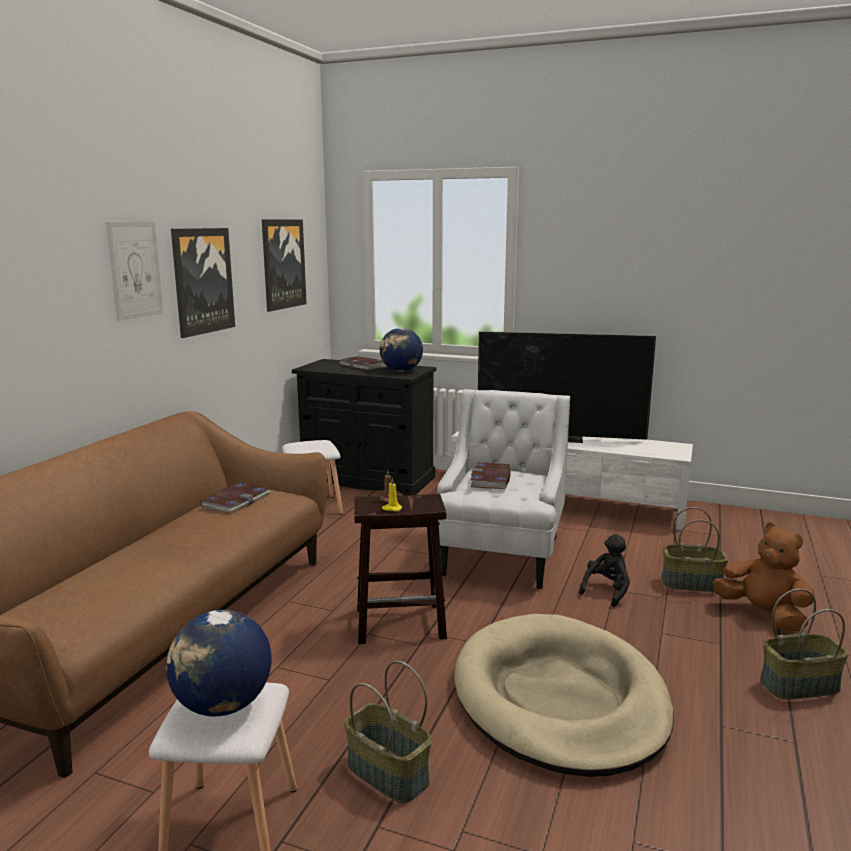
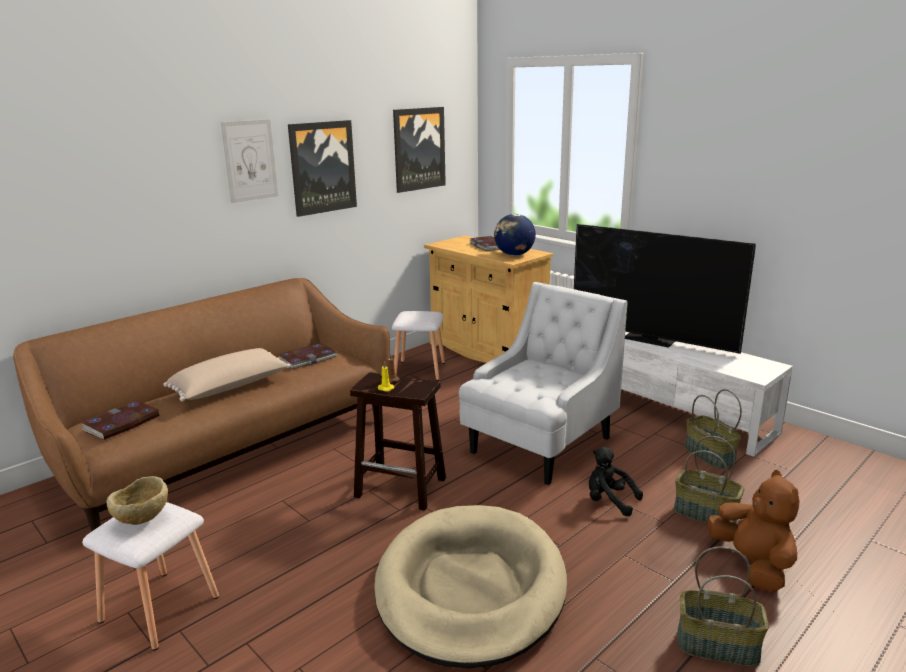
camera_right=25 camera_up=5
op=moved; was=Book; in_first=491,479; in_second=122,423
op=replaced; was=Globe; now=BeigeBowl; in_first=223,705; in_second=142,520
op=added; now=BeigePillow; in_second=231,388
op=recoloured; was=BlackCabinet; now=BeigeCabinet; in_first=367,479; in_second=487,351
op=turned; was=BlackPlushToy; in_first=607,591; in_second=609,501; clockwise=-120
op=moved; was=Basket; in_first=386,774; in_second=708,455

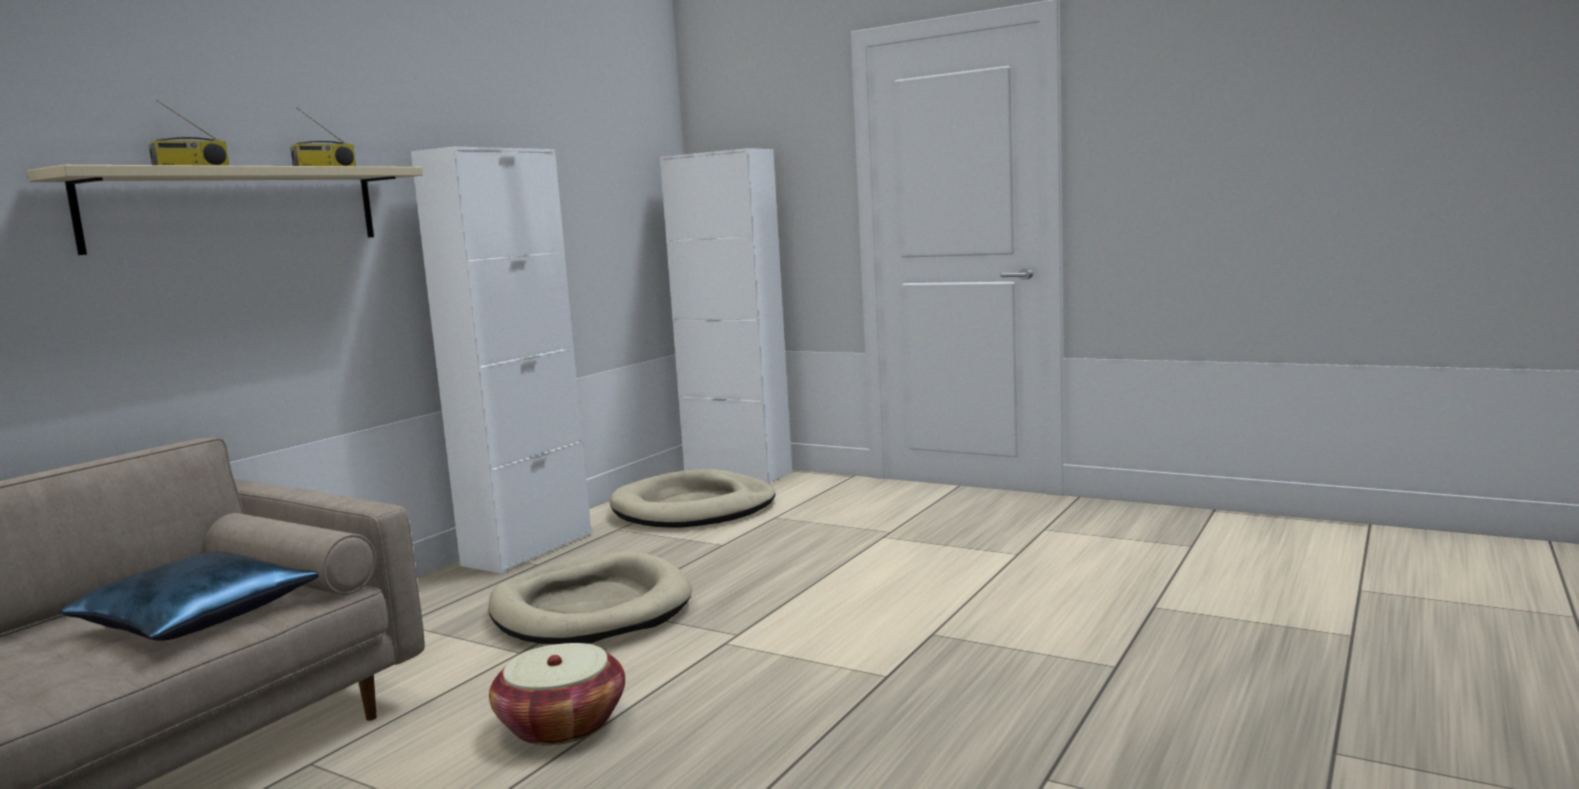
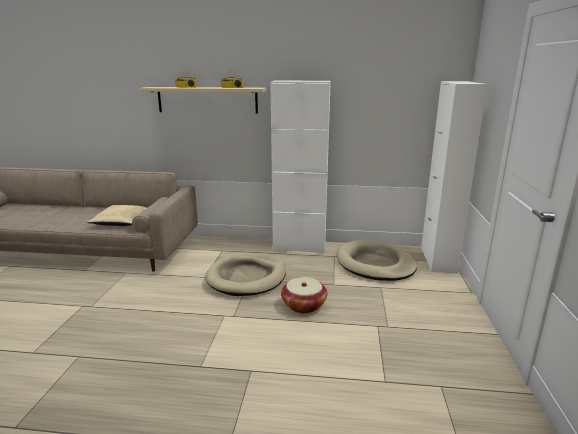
camera_right=65 camera_up=10
op=recoloured; was=BluePillow; now=BeigePillow; in_first=198,618; in_second=122,222
op=moved; was=Basket; in_first=562,724; in_second=304,305

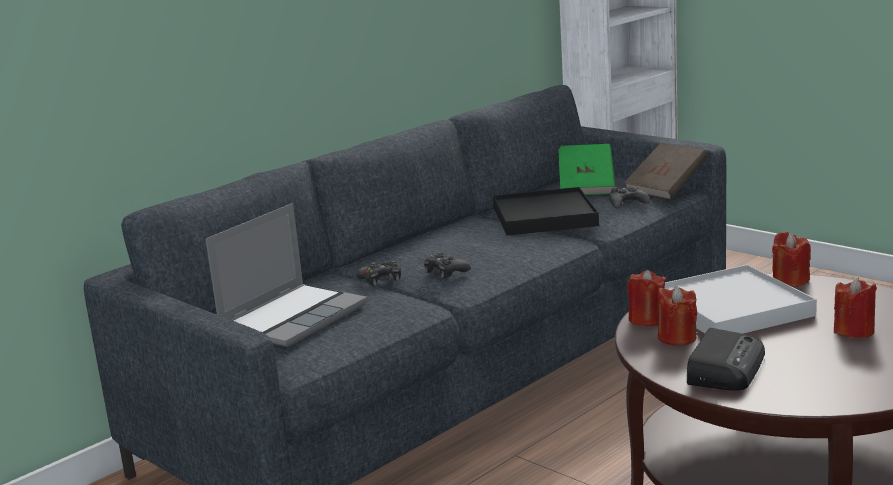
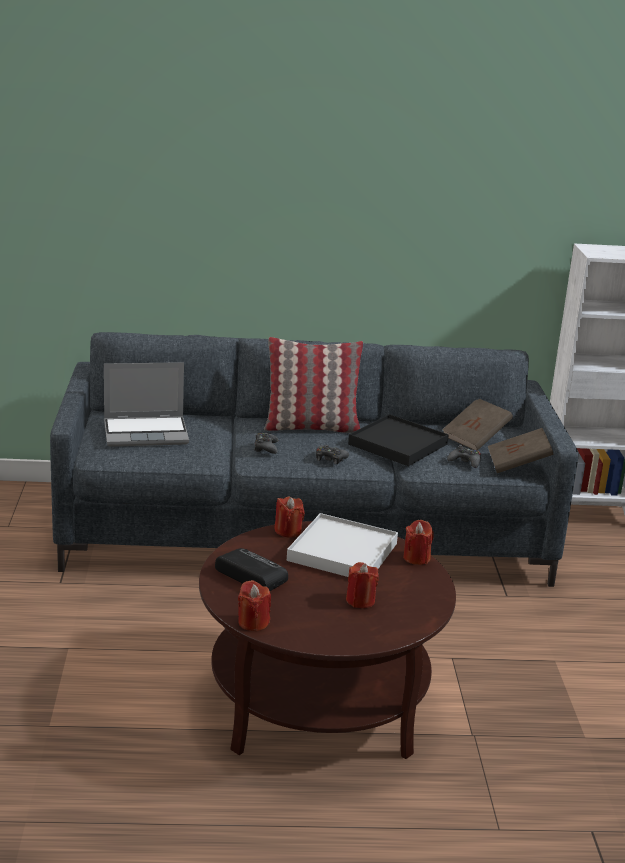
camera_right=40 camera_up=5
op=turned; was=Radio; in_first=725,368; in_second=250,575; clockwise=-120
op=moved; was=RedCandle; in_first=677,338; in_second=253,622
op=added; now=Pillow; in_second=311,427
op=moved; was=BlackGameController; in_first=381,279; in_second=330,459
op=recoloured; was=GreenBook; now=BrownBook; in_first=586,187; in_second=475,438

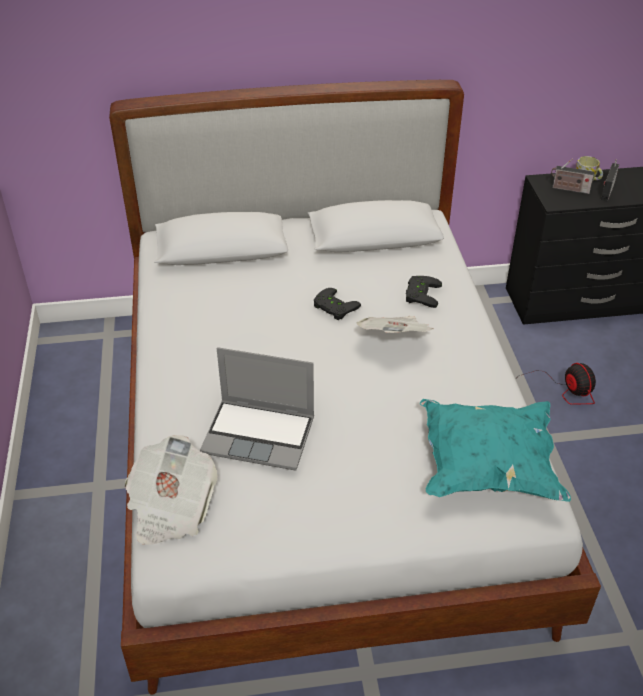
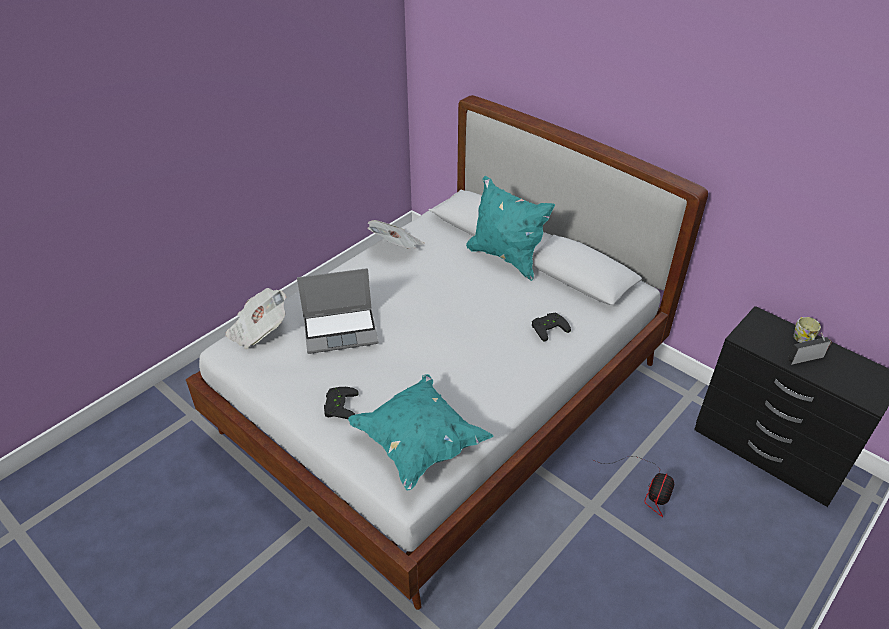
camera_right=50 camera_up=0
op=turned; was=Laptop; in_first=260,435; in_second=341,330; clockwise=-75
op=moved; was=BlackGameController; in_first=333,307; in_second=338,405
op=moved; was=Newspaper; in_first=395,339; in_second=397,247
op=added; now=TurquoisePillow; in_second=505,258
op=removed; was=Radio; in_first=569,189

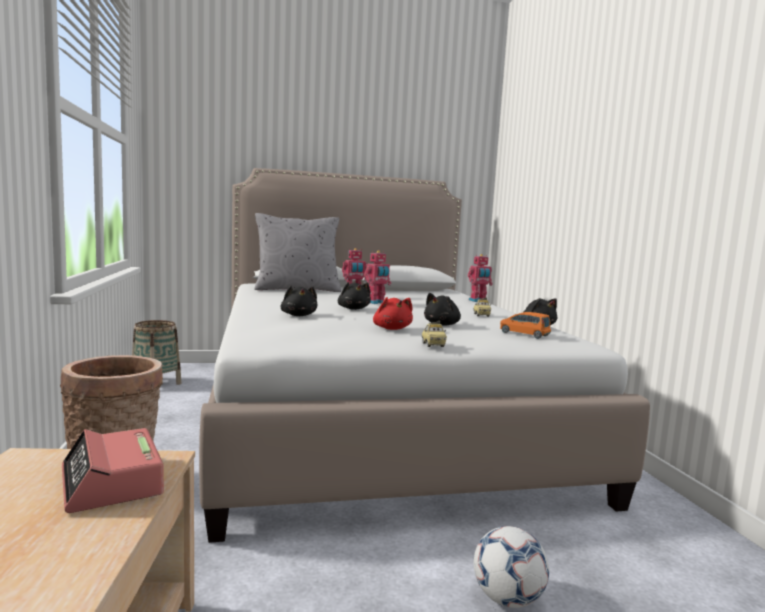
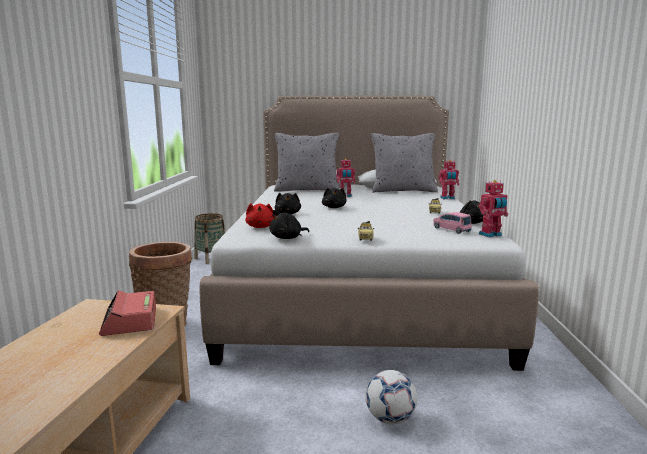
camera_right=15 camera_up=5
op=moved; was=RedPlushToy; in_first=392,329; in_second=261,227
op=moved; was=BlackPlushToy; in_first=443,325; in_second=287,238
op=added; now=GreyPillow; in_second=403,191
op=recoloured; was=OrangeToyCar; now=PinkToyCar; in_first=524,334; in_second=451,229
op=moved; was=ToyRobot; in_first=376,302; in_second=491,235

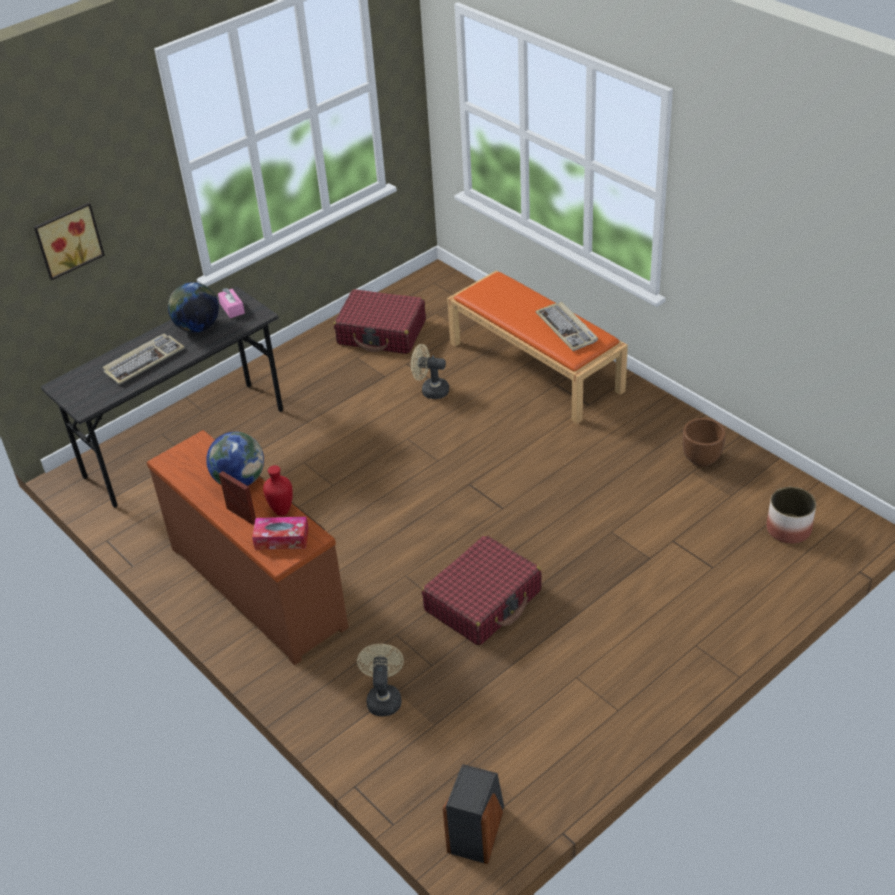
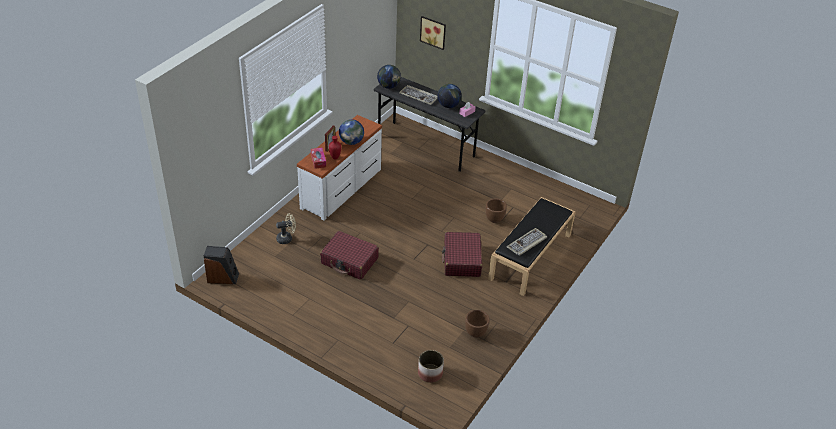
camera_right=70 camera_up=0
op=recoloured; was=BrownDresser; now=WhiteDresser; in_first=259,585; in_second=342,189
op=added; now=Globe; in_second=389,86
op=moved; was=RedSuitcase; in_first=382,333; in_second=462,260
op=replaced; was=BeigeFan; now=BrownPlanter; in_first=430,390; in_second=494,219
op=recoloured; was=OrangeBench; now=BlackBench; in_first=536,367; in_second=530,257

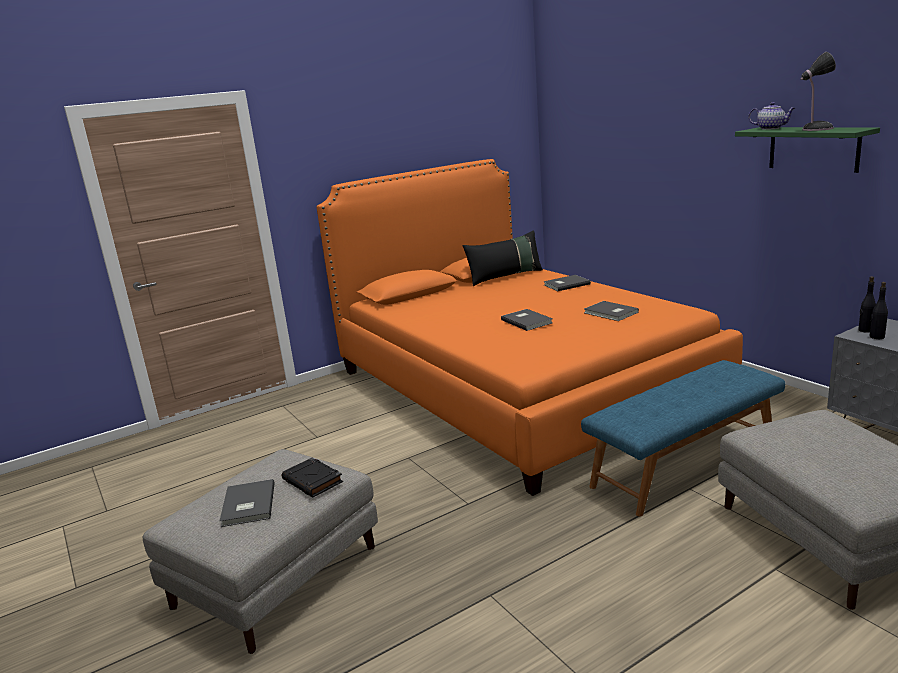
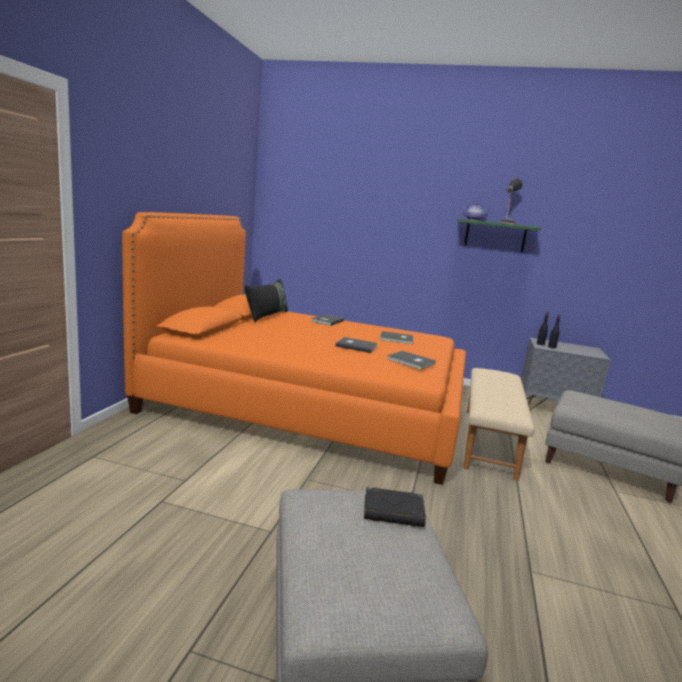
camera_right=-45 camera_up=-5
op=moved; was=GreyBook; in_first=247,505; in_second=411,362
op=recoloured; was=BlueBench; now=BeigeBench; in_first=683,464; in_second=488,441

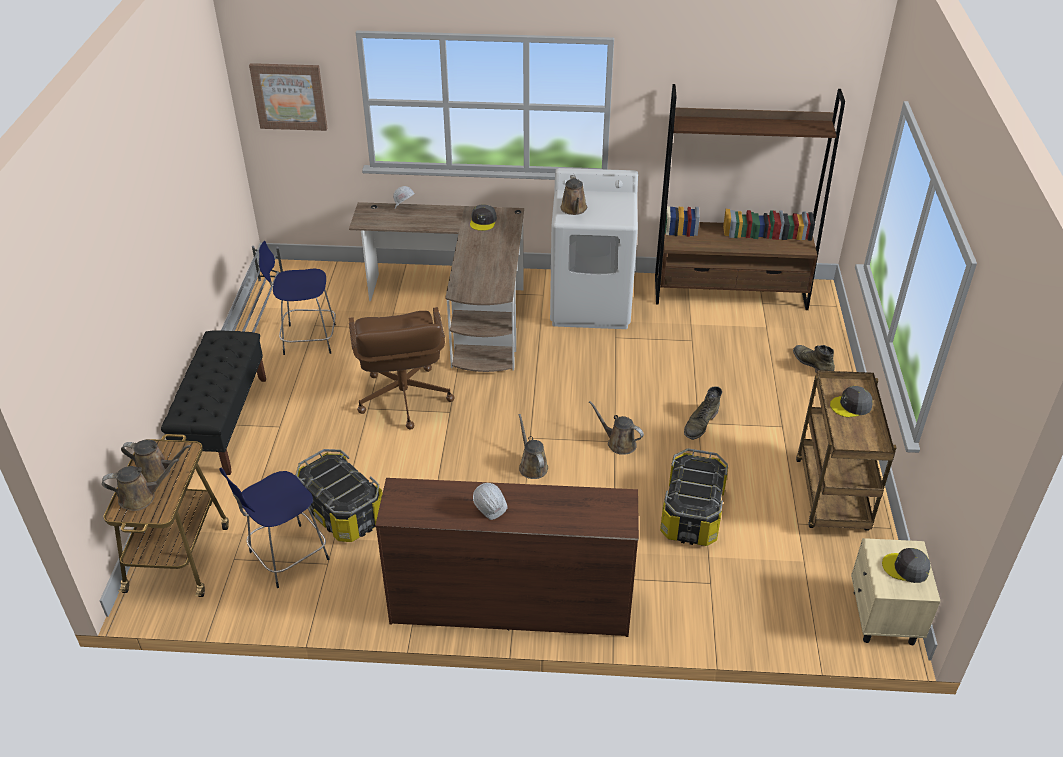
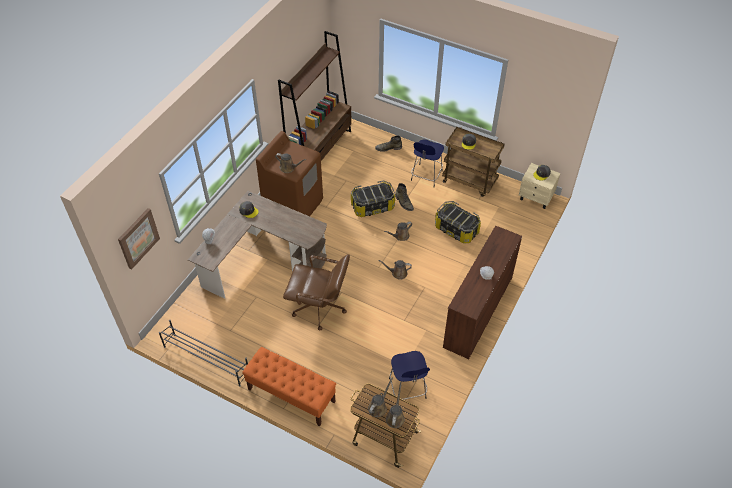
camera_right=-65 camera_up=10
op=recoloured; was=BlackBench; now=OrangeBench; in_first=224,423; in_second=291,395
op=recoloured; was=WhiteWashingMachine; now=BrownWashingMachine; in_first=591,304; in_second=293,205
op=moved; was=StorageBox; in_first=343,511; in_second=372,206
op=moved; was=BlueStool; in_first=307,339; in_second=426,176

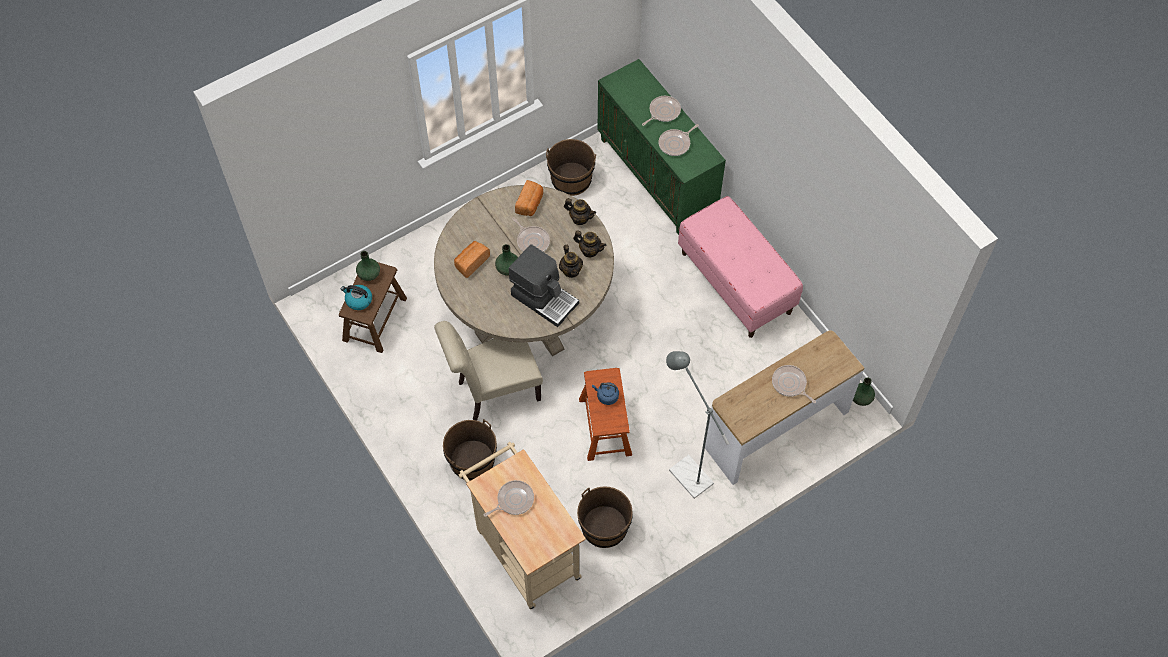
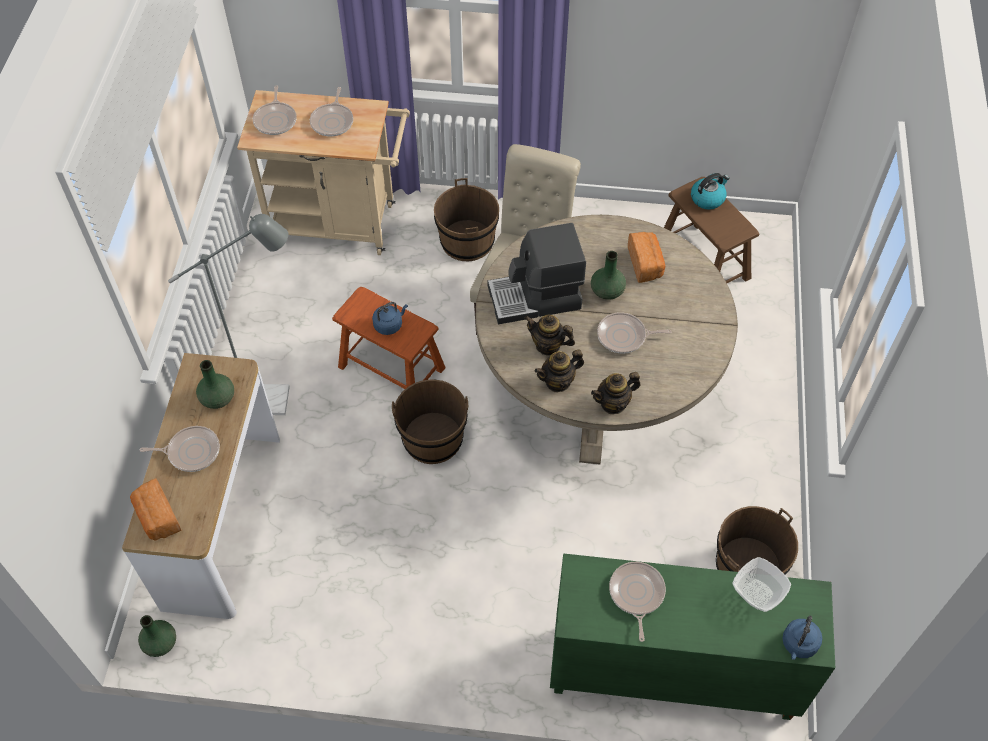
camera_right=130 camera_up=-5
op=moved; was=Bread; in_first=530,204; in_second=157,518
op=moved; was=GreenVase; in_first=368,274; in_second=218,398
op=moved; was=FryingPan; in_first=663,112; in_second=276,120
op=moved; was=BrownBucket; in_first=604,527; in_second=432,438
op=added; now=Bowl; in_second=758,594
op=added; now=BlueKettle; in_second=798,645
op=removed; was=PinkBench; in_first=736,282

